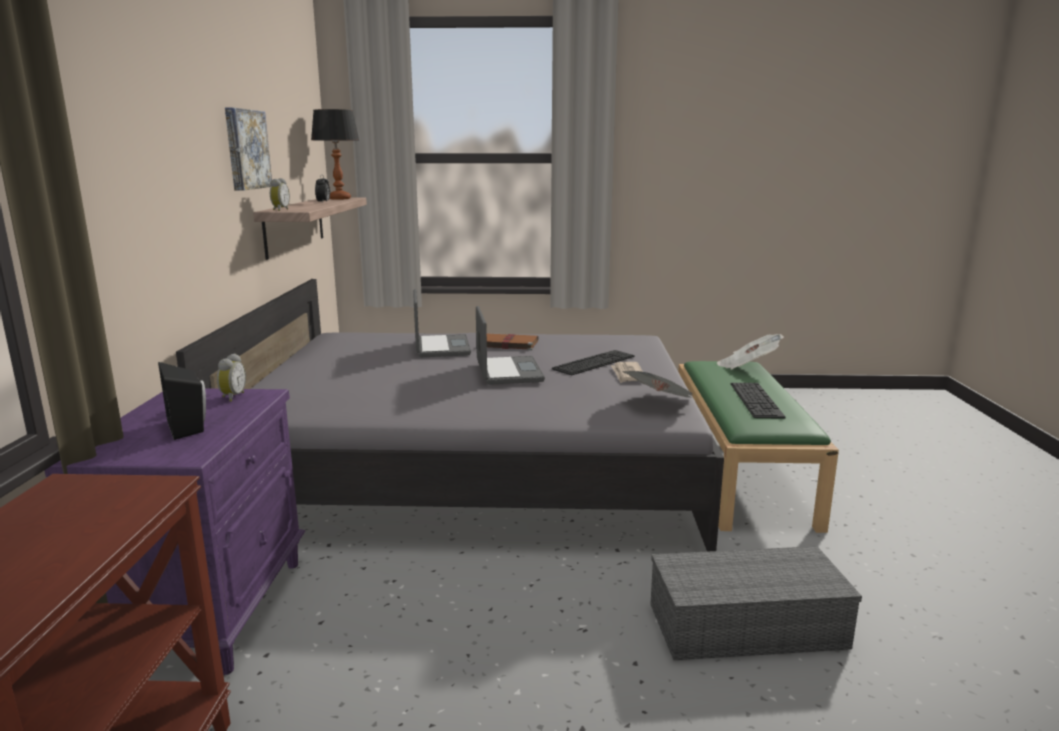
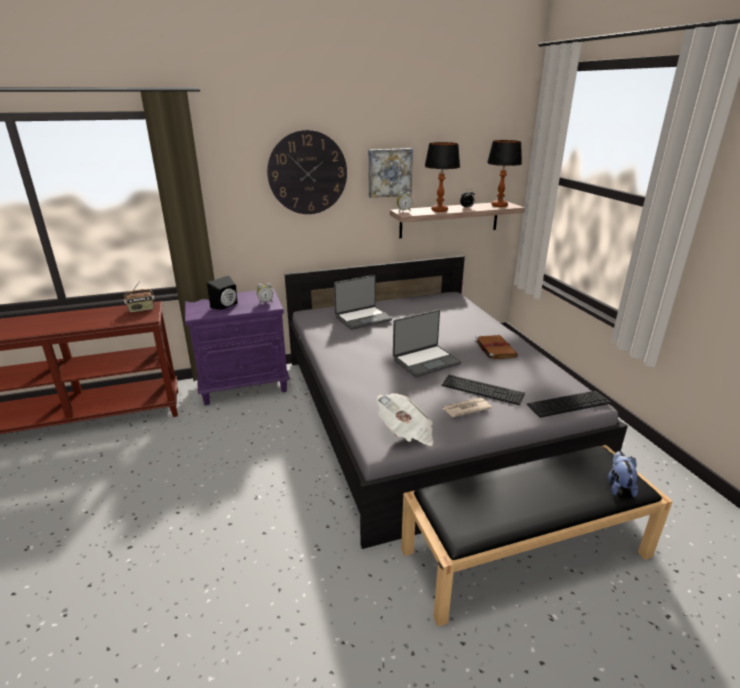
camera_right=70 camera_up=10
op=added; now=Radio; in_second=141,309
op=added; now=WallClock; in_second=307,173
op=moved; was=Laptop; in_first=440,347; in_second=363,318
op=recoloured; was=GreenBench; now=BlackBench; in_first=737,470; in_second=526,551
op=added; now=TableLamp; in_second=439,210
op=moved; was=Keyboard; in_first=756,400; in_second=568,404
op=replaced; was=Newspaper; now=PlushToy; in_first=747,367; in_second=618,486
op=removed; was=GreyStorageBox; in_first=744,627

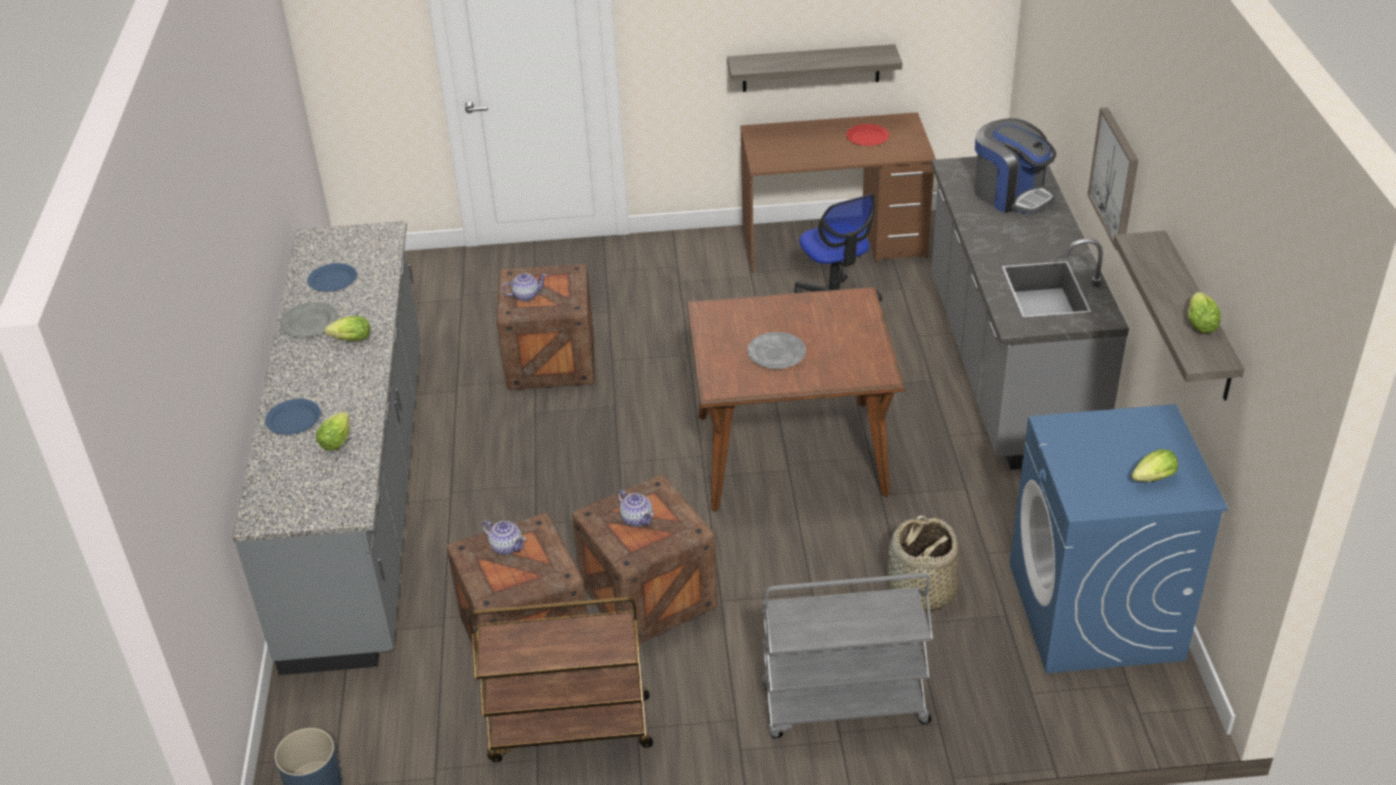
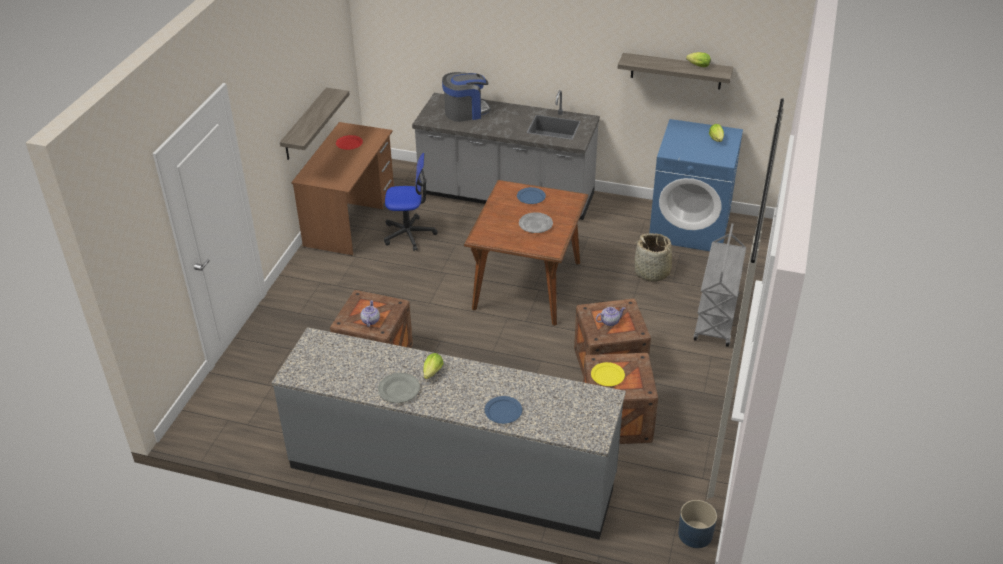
camera_right=-70 camera_up=0
op=moved; was=BluePlate; in_first=332,280; in_second=531,197
op=replaced; was=Teapot; now=YellowPlate; in_first=506,546; in_second=607,375
op=removed; was=Lettuce; in_first=338,440
op=removed; was=BrownCart; in_first=568,729
op=removed; was=Picture; in_first=1115,178

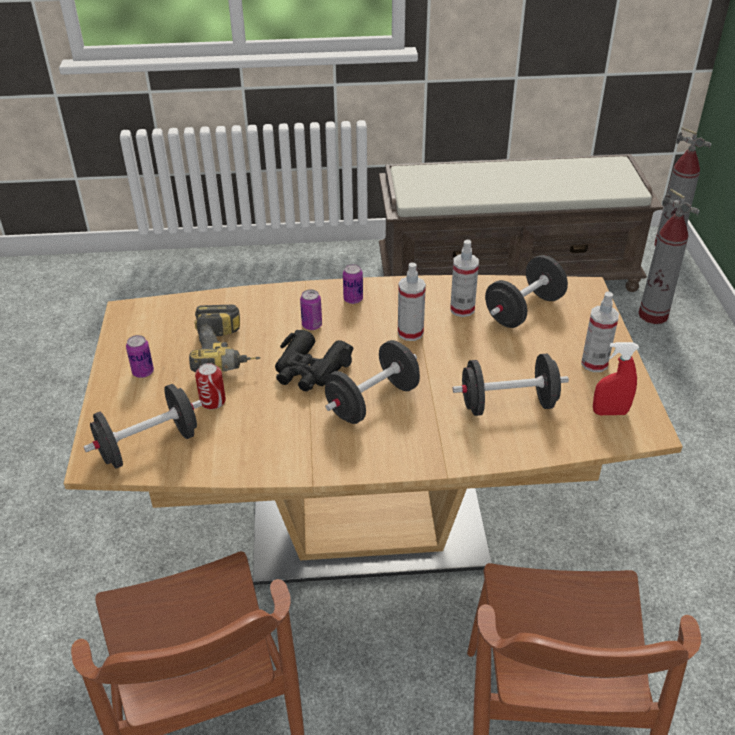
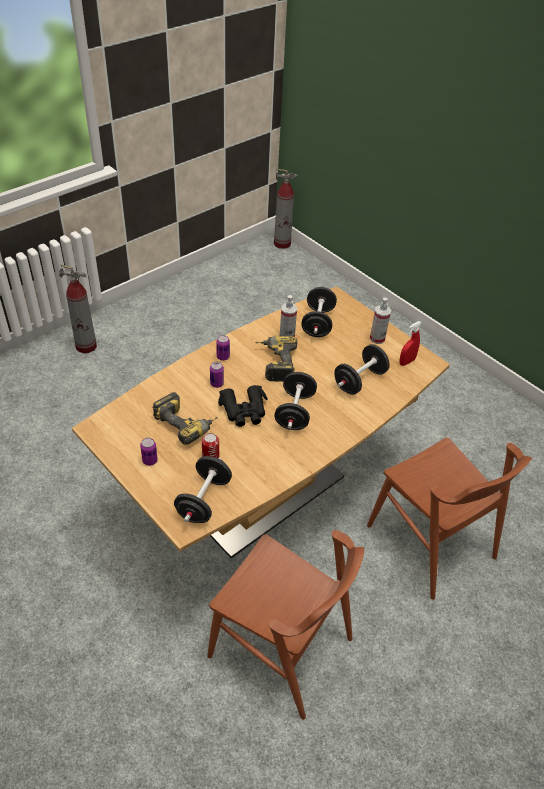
camera_right=-40 camera_up=5
op=moved; was=FireExtinguisher; in_first=653,315; in_second=86,346
op=replaced; was=SprayBottle; now=PowerDrill; in_first=410,333; in_second=274,363
op=removed; was=BrownBench; in_first=508,273

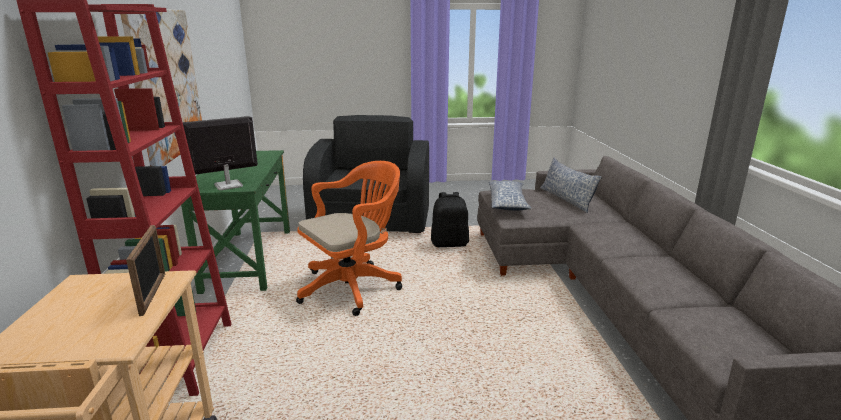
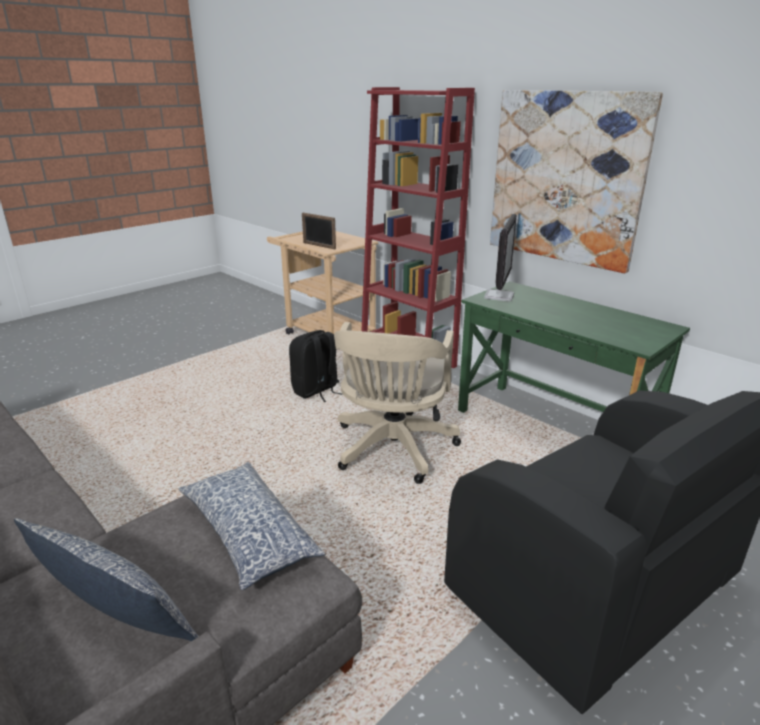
camera_right=140 camera_up=5
op=moved; was=BlackBackpack; in_first=450,243; in_second=316,391
op=recoloured; was=OrangeOfficeChair; now=BeigeOfficeChair; in_first=353,286; in_second=392,450

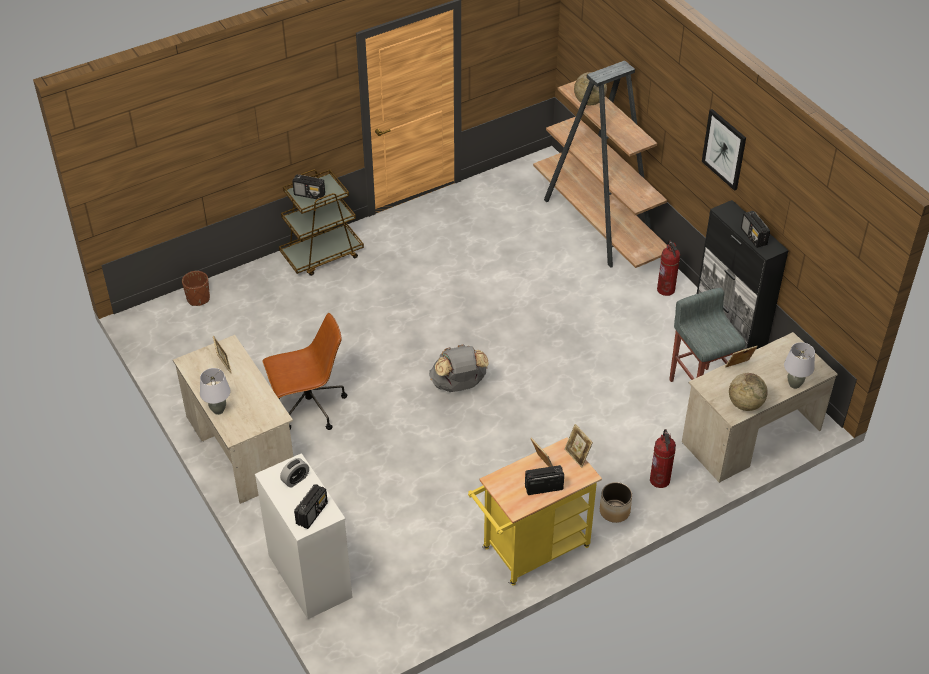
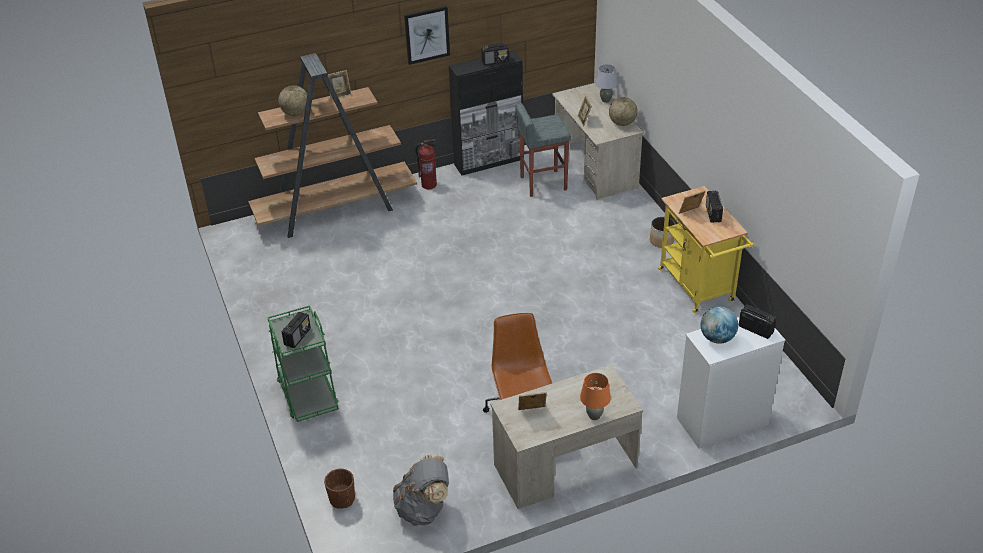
camera_right=-80 camera_up=-5
op=recoloured; was=BrownCart; now=GreenCart; in_first=322,255; in_second=308,394
op=moved; was=PictureFrame; in_first=577,456; in_second=340,95
op=moved; was=GreyBackpack; in_first=458,385; in_second=424,509
op=recoloured; was=GreyTableLamp; now=OrangeTableLamp; in_first=218,410; in_second=594,416
op=replaced; was=AlarmClock; now=Globe; in_first=295,479; in_second=717,338
op=removed; was=FireExtinguisher; in_first=659,480

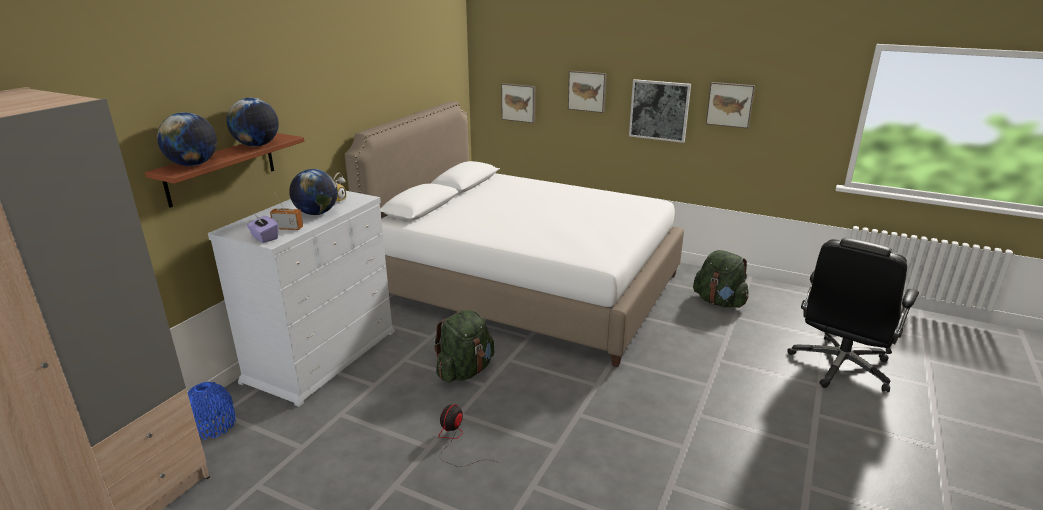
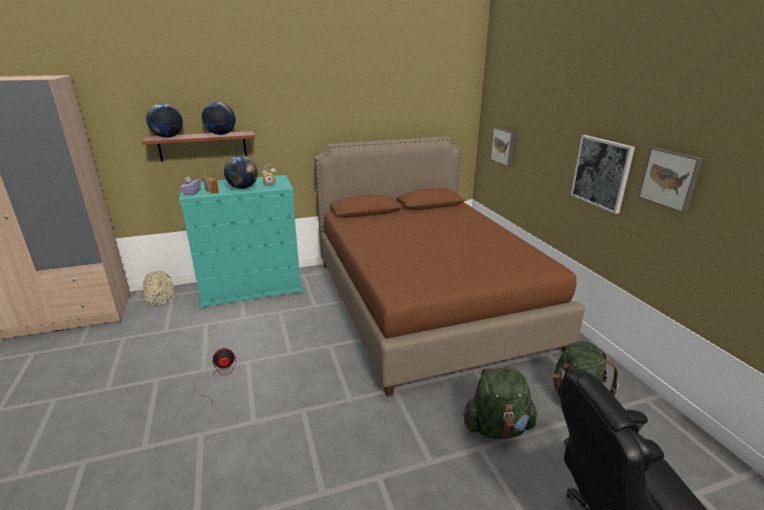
camera_right=45 camera_up=0
op=recoloured; was=BlueVase; now=BeigeVase; in_first=212,425; in_second=160,298
op=recoloured; was=WhiteDresser; now=TurquoiseDresser; in_first=322,355; in_second=252,288
op=recoloured; was=WhiteBed; now=BrownBed; in_first=525,286; in_second=426,302
op=moved; was=GreenBackpack; in_first=465,371; in_second=497,428
op=removed; was=Picture; in_first=587,91

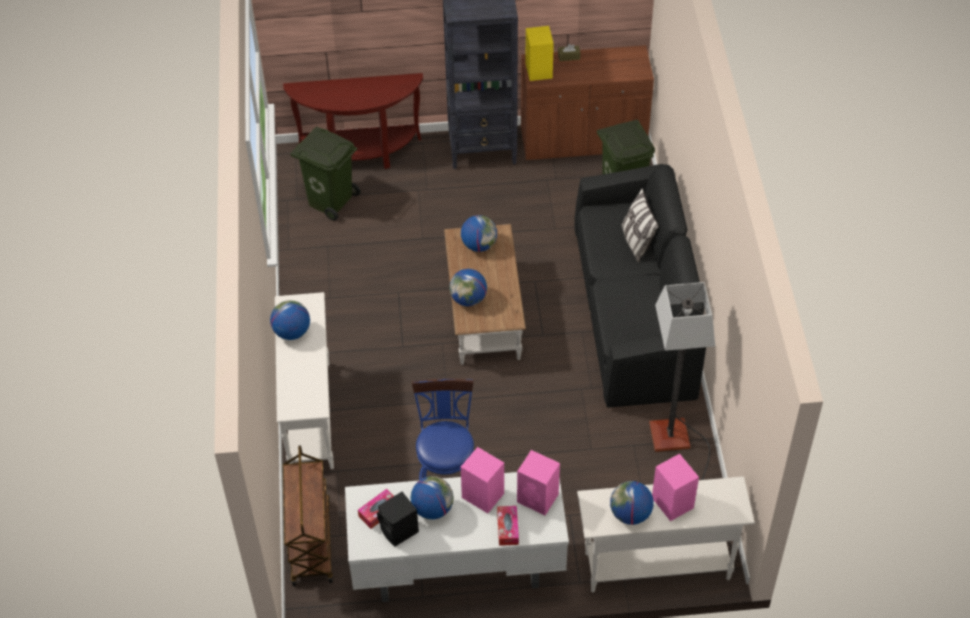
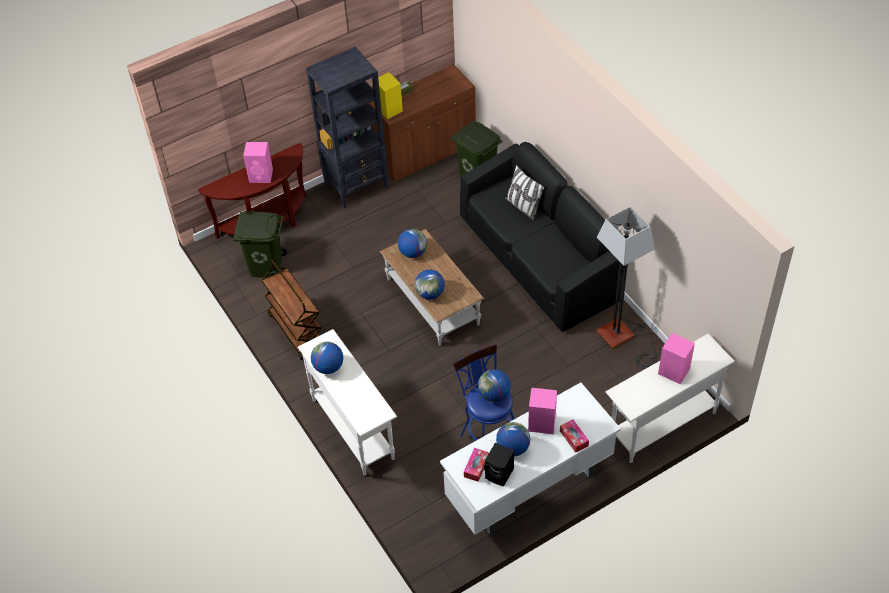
camera_right=-25 camera_up=0
op=moved; was=PinkSpeaker; in_first=538,498; in_second=261,176
op=moved; was=BrownCart; in_first=310,542; in_second=296,330
op=moved; was=Globe; in_first=630,514; in_second=494,395

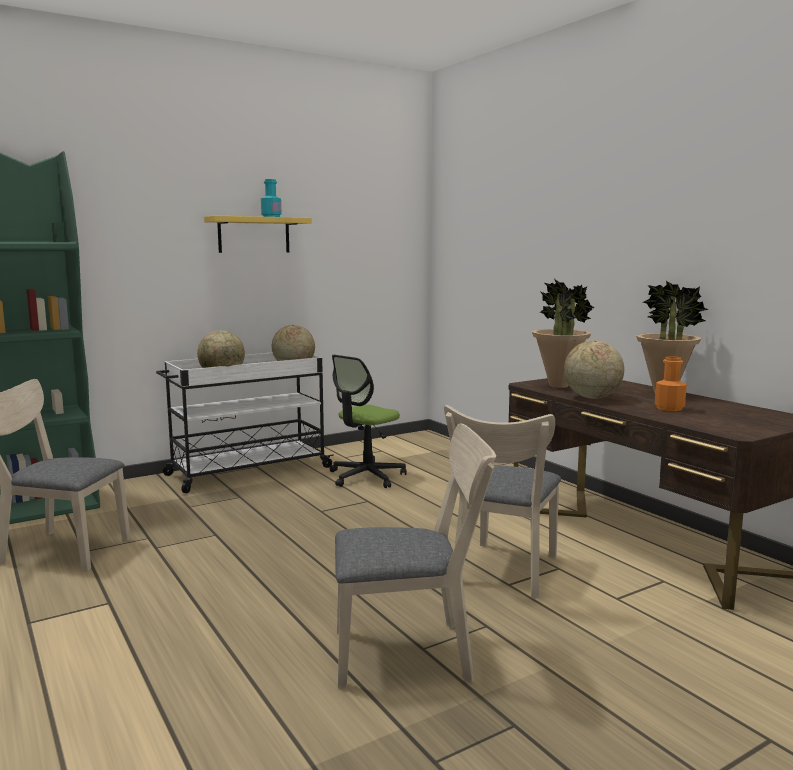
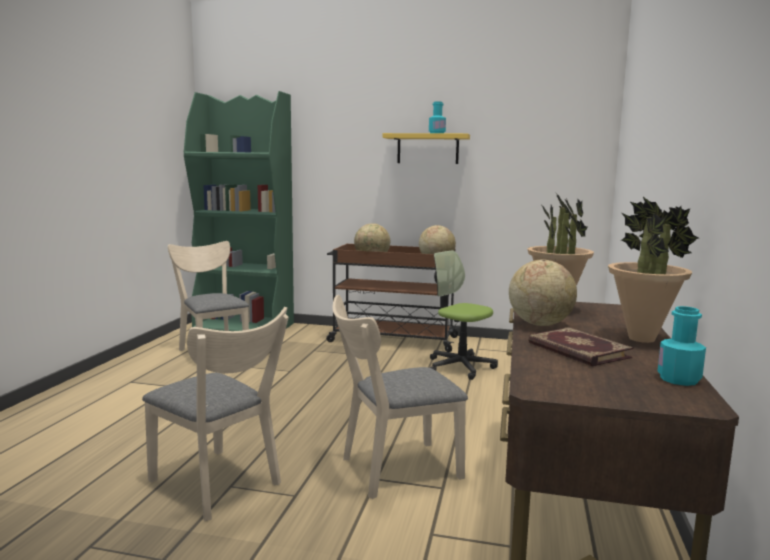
camera_right=45 camera_up=0
op=recoloured; was=WhiteCart; now=BrownCart; in_first=247,471; in_second=391,339
op=turned; was=OfficeChair; in_first=366,477; in_second=460,366; clockwise=45
op=replaced; was=OrangeBottle; now=Book; in_first=669,408; in_second=577,350
op=added; now=TurquoiseBottle; in_second=678,379

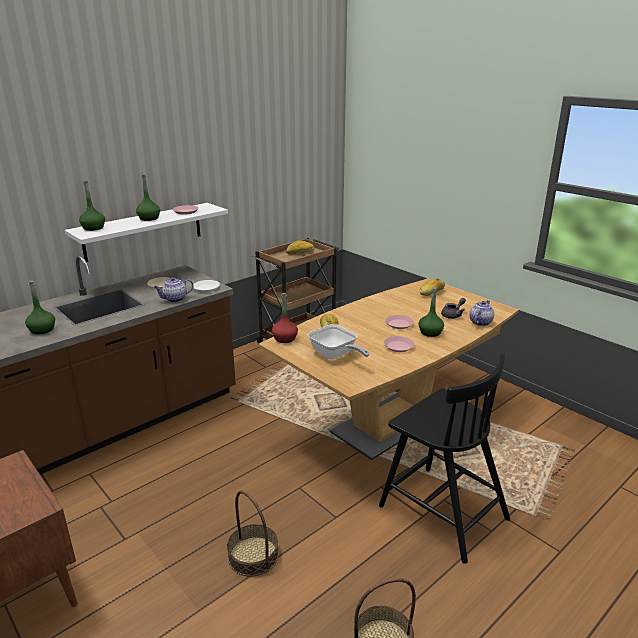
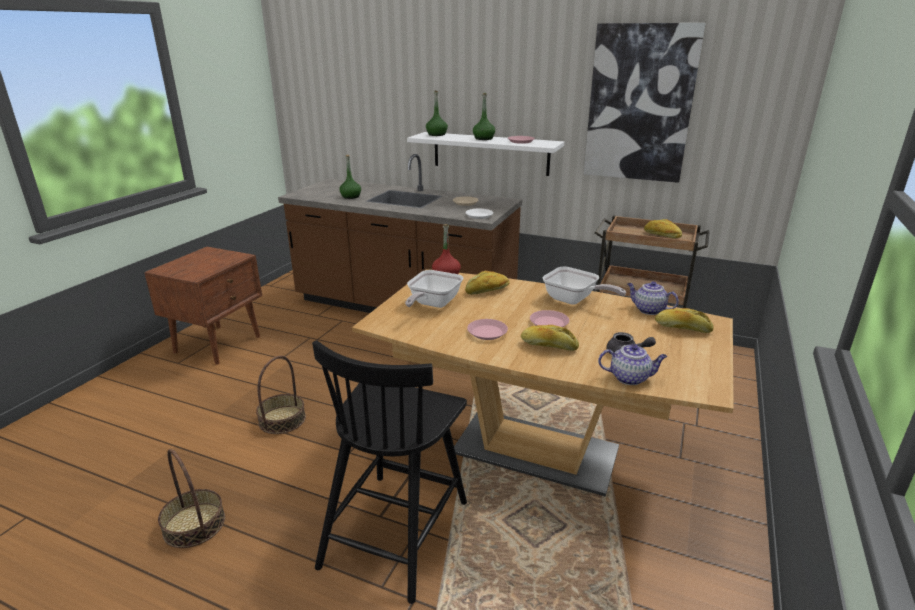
camera_right=65 camera_up=0
op=replaced; was=GreenBottle; now=Bread; in_first=430,332; in_second=548,346
op=added; now=FryingPan; in_second=574,300
op=added; now=Picture; in_second=640,104
op=moved; was=Teapot; in_first=174,299; in_second=648,310

